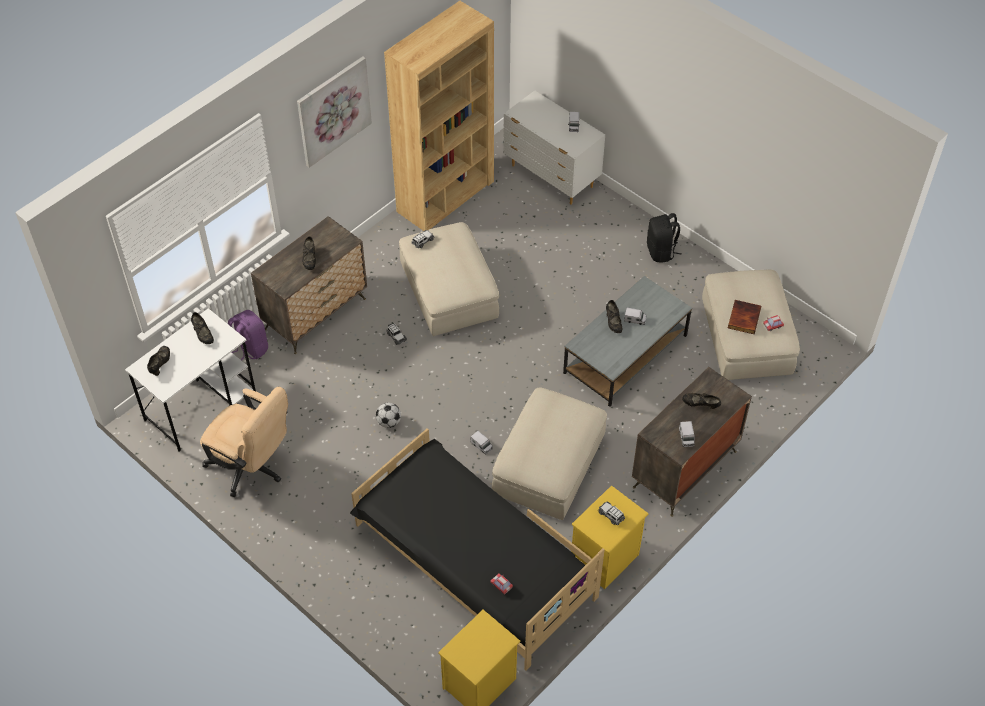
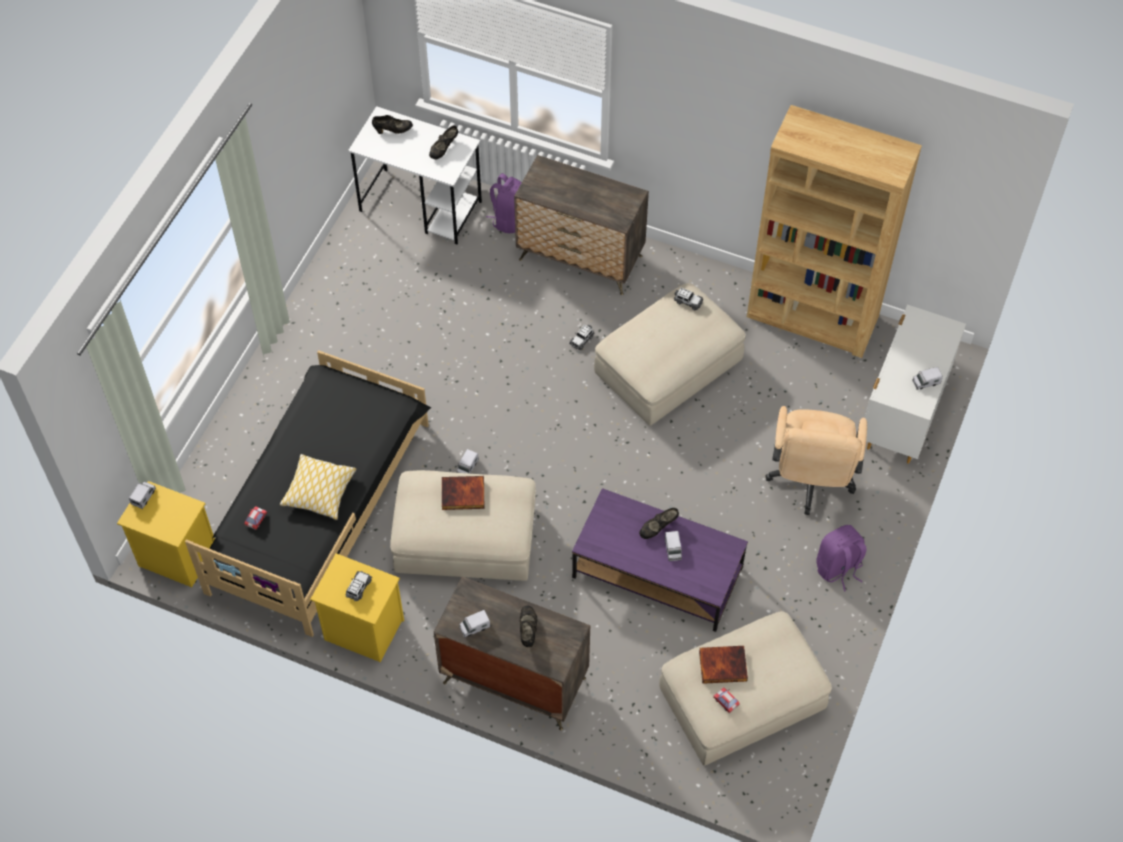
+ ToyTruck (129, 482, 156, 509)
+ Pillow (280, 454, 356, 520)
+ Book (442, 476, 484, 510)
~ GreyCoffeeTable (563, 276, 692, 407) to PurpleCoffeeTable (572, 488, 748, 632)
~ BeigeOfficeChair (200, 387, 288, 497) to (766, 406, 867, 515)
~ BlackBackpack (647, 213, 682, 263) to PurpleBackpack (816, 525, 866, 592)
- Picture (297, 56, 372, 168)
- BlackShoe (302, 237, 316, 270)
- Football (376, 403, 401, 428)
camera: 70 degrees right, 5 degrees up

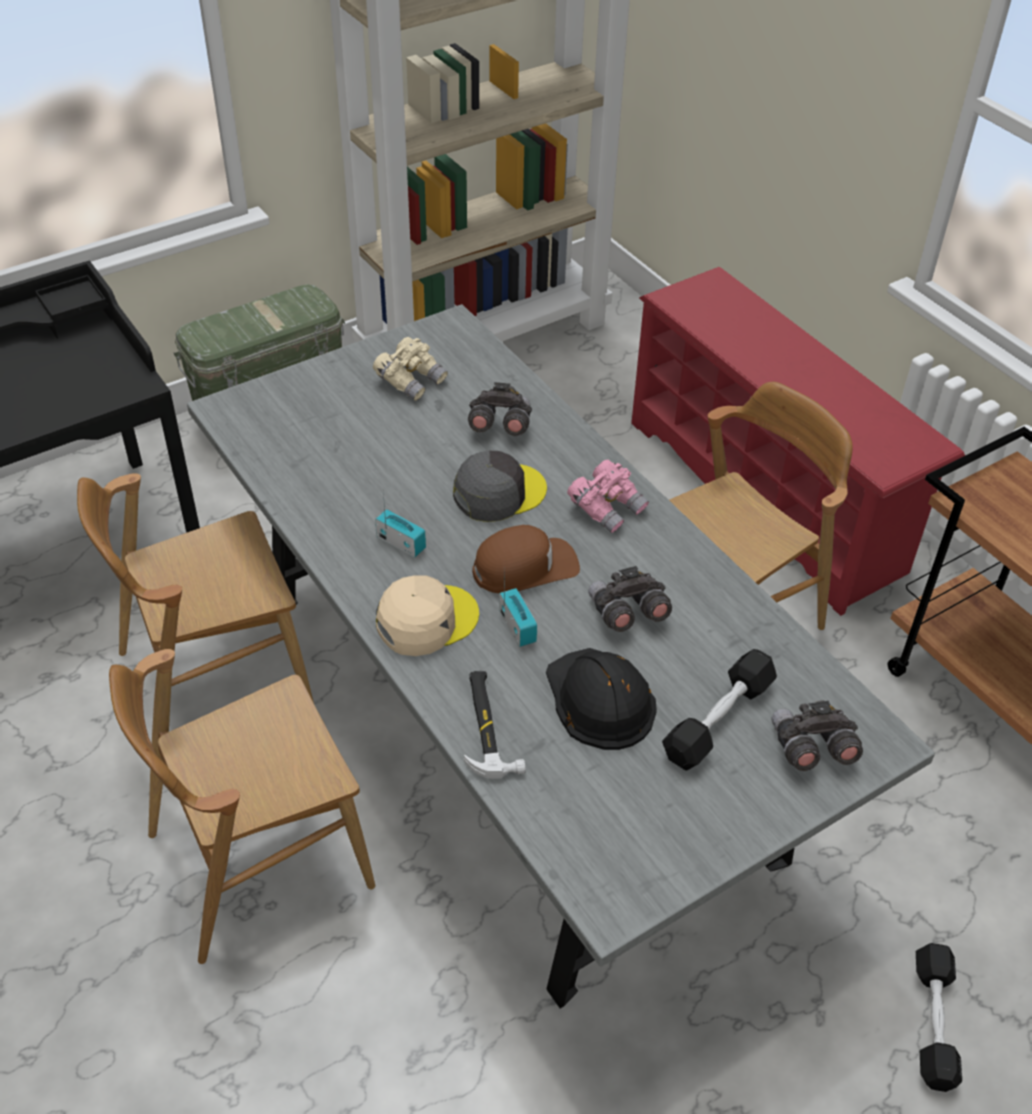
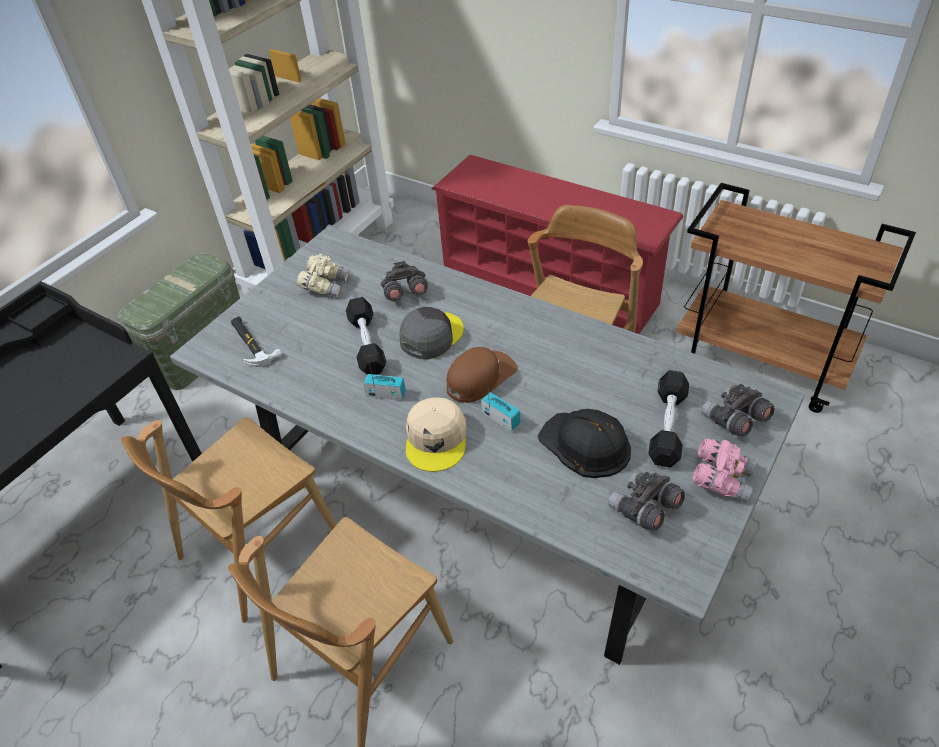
~ Hammer (464, 671, 526, 779) to (231, 316, 283, 367)
~ BlackDumbbell (916, 943, 962, 1092) to (346, 297, 386, 375)
~ BeigeCap (376, 575, 479, 656) = (406, 397, 466, 472) 150 degrees clockwise
~ GreyBinoculars (588, 566, 672, 632) to (608, 472, 685, 531)
~ PinkBinoculars (567, 460, 649, 533) to (692, 438, 756, 502)
camera: 20 degrees left, 0 degrees up

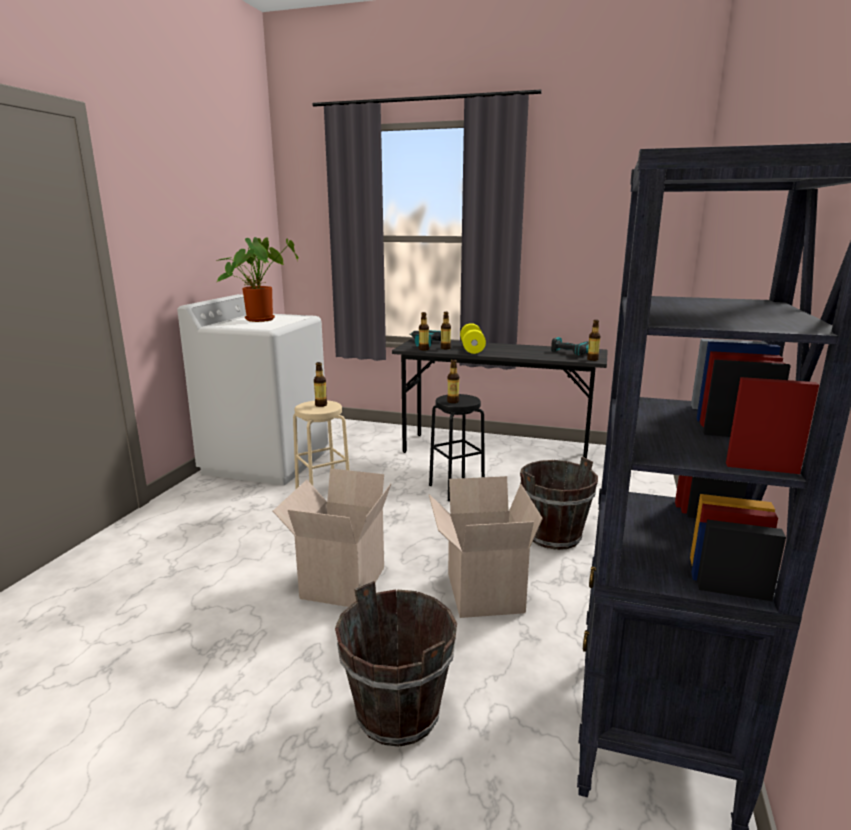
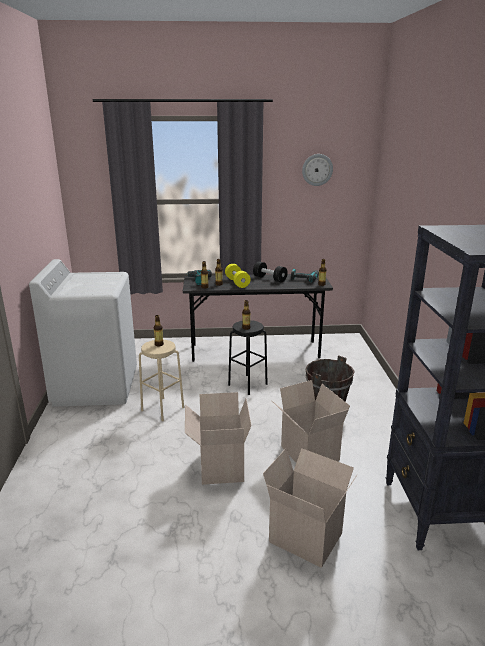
+ BlackDumbbell (253, 261, 287, 283)
~ BrownBucket (335, 581, 457, 747) to CardboardBox (263, 448, 357, 568)
+ WallClock (302, 154, 333, 186)
- PottedPlant (216, 237, 298, 322)
camera: 20 degrees left, 5 degrees up

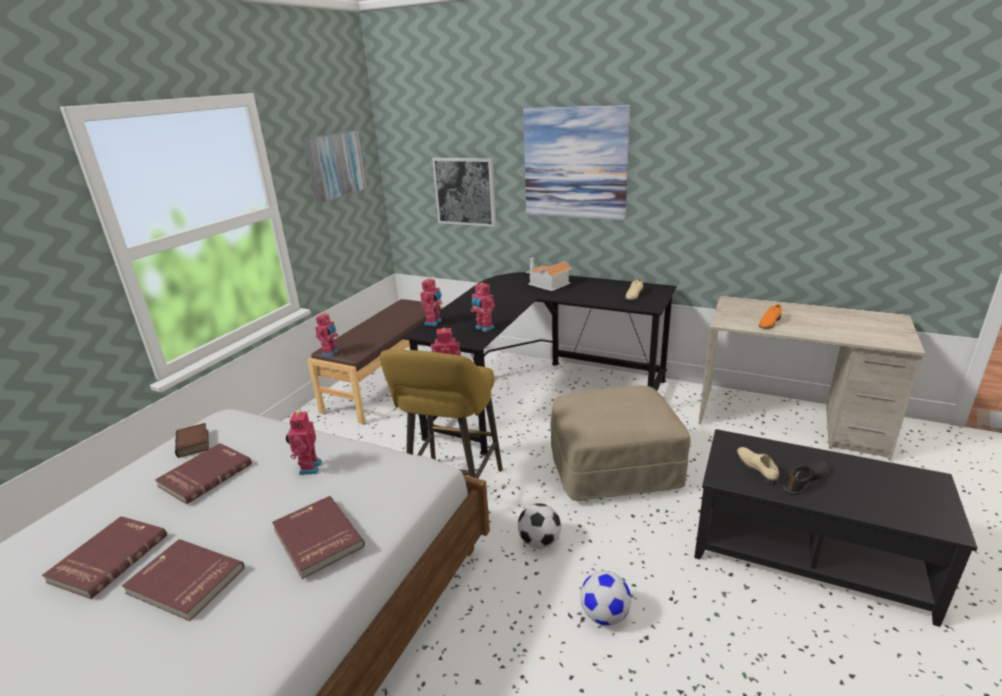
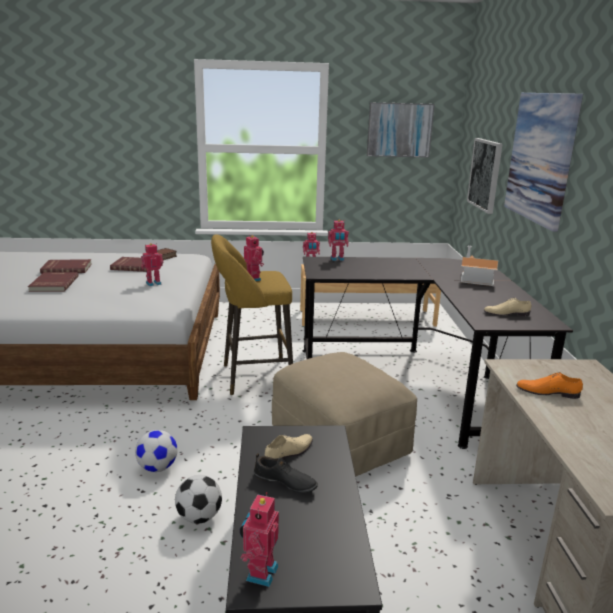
~ Football (518, 503, 561, 549) to (175, 475, 222, 524)
~ ToyRobot (471, 282, 495, 332) to (239, 492, 279, 587)
- RedBook (272, 496, 365, 579)
camera: 60 degrees right, 5 degrees down

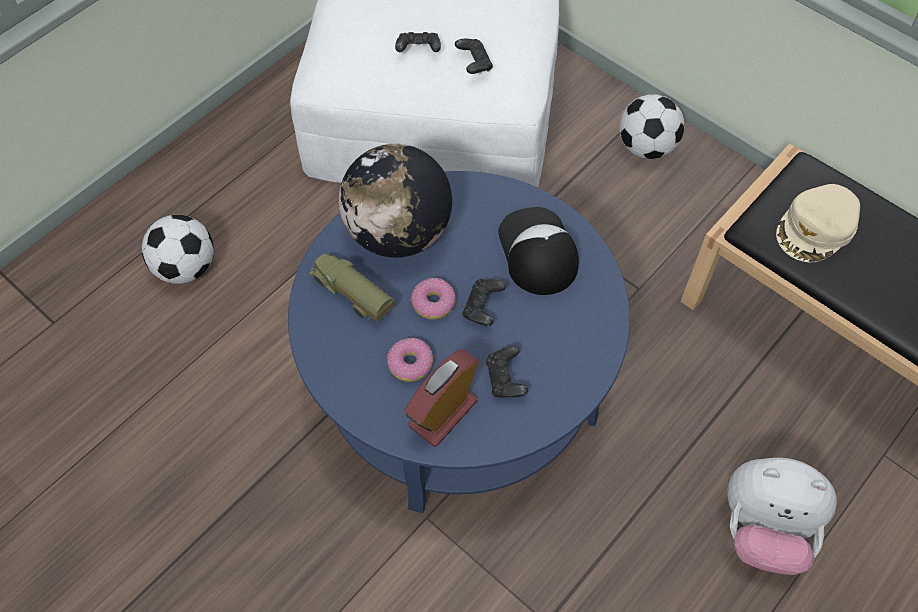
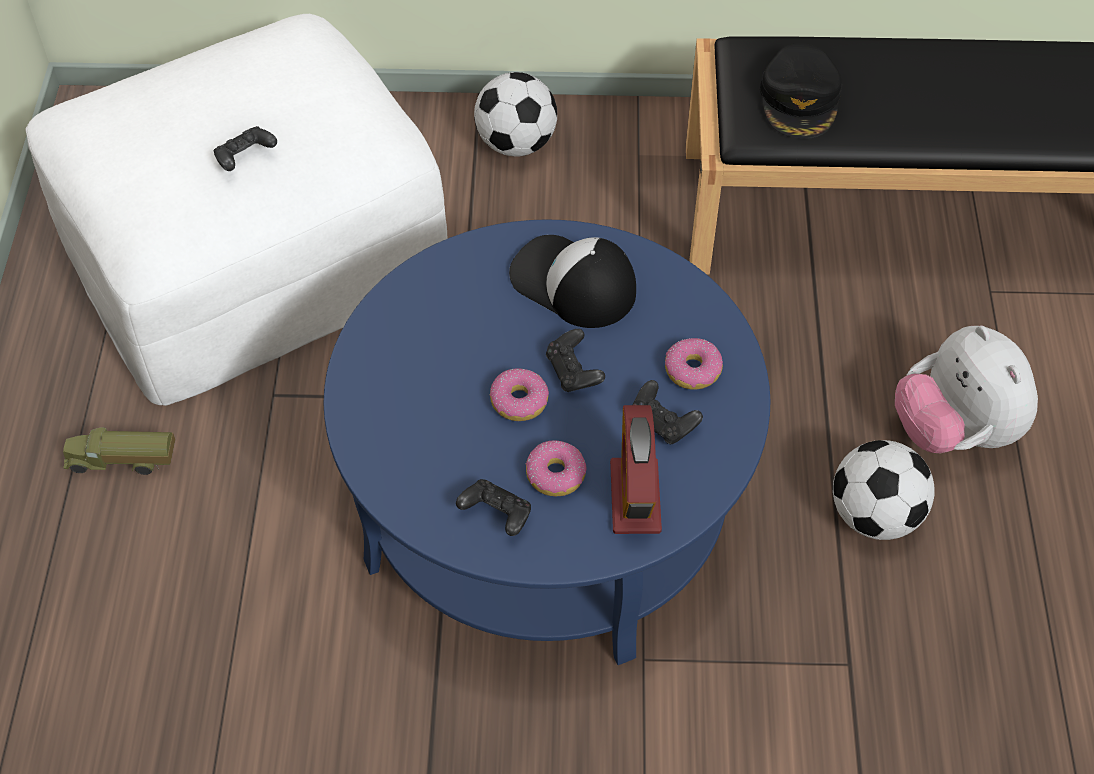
~ ToyTruck (309, 254, 395, 322) to (63, 427, 175, 475)
~ BlackGameController (455, 39, 493, 74) to (456, 479, 531, 536)
+ Donut (665, 338, 723, 390)
~ BeigeCap (776, 184, 860, 262) to BlackCap (760, 43, 842, 139)
~ Football (142, 215, 214, 284) to (833, 440, 935, 540)
~ PlushToy (727, 458, 837, 575) = (895, 325, 1038, 453) 90 degrees clockwise
- Globe (339, 144, 452, 258)
camera: 40 degrees left, 5 degrees down

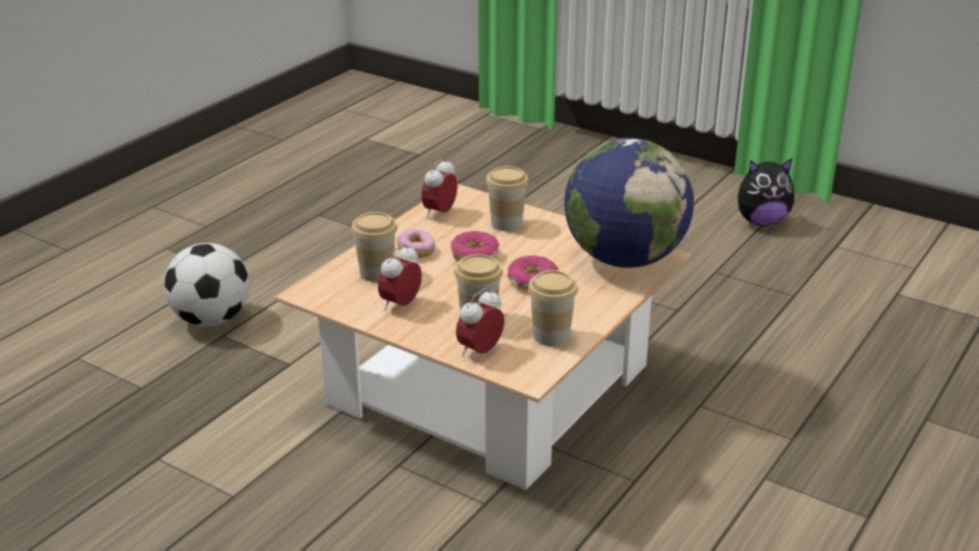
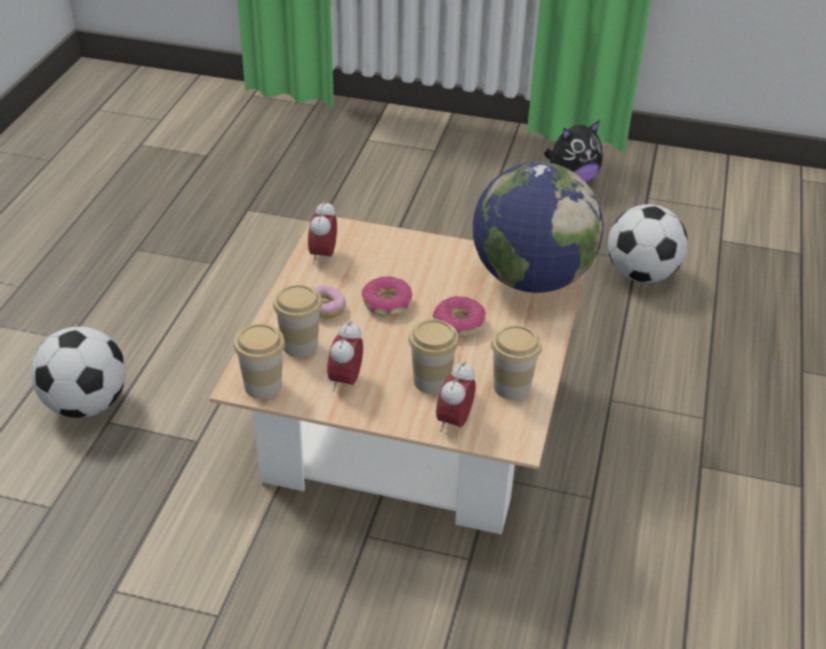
~ Cup (486, 166, 528, 231) to (234, 323, 285, 399)
+ Football (608, 204, 688, 283)
camera: 20 degrees left, 10 degrees up

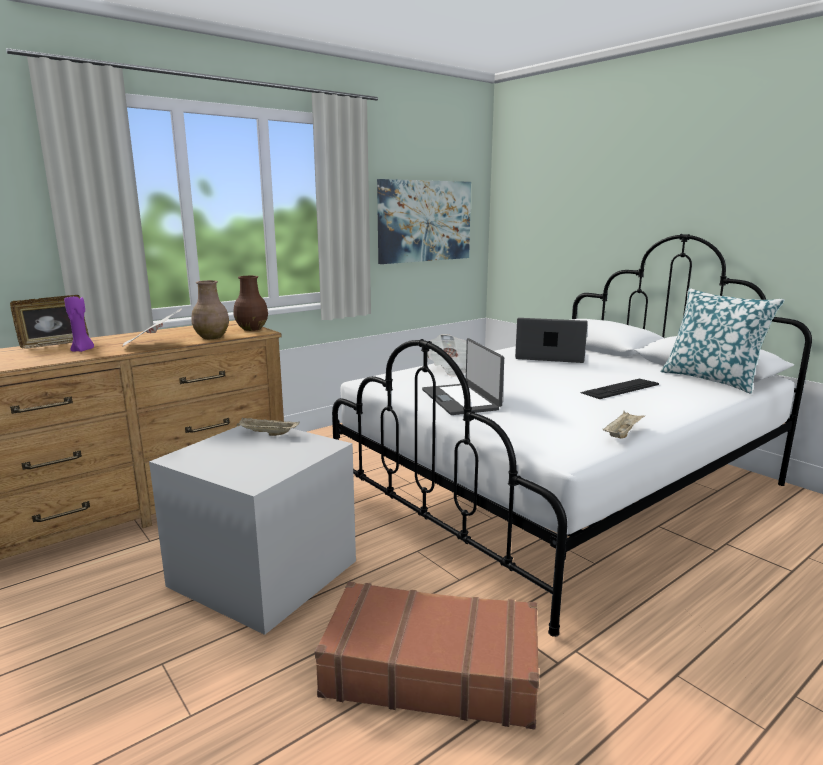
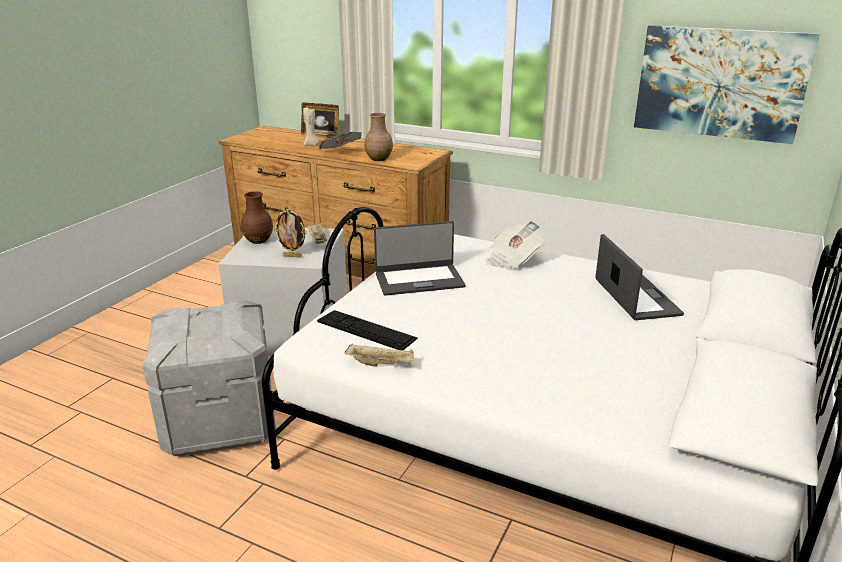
~ BrownSuitcase (315, 582, 539, 730) to GreyStorageBox (142, 300, 276, 457)
~ BrownVase (234, 276, 268, 331) to (241, 191, 273, 244)
+ PictureFrame (274, 208, 307, 257)
~ PurpleCandle (64, 295, 94, 352) to BeigeCandle (303, 107, 319, 146)
~ Keyboard (581, 379, 659, 399) to (317, 310, 418, 350)
~ Laptop (422, 338, 504, 415) = (374, 221, 465, 296) 150 degrees counterclockwise
- Pillow (660, 288, 784, 394)
camera: 65 degrees right, 10 degrees up

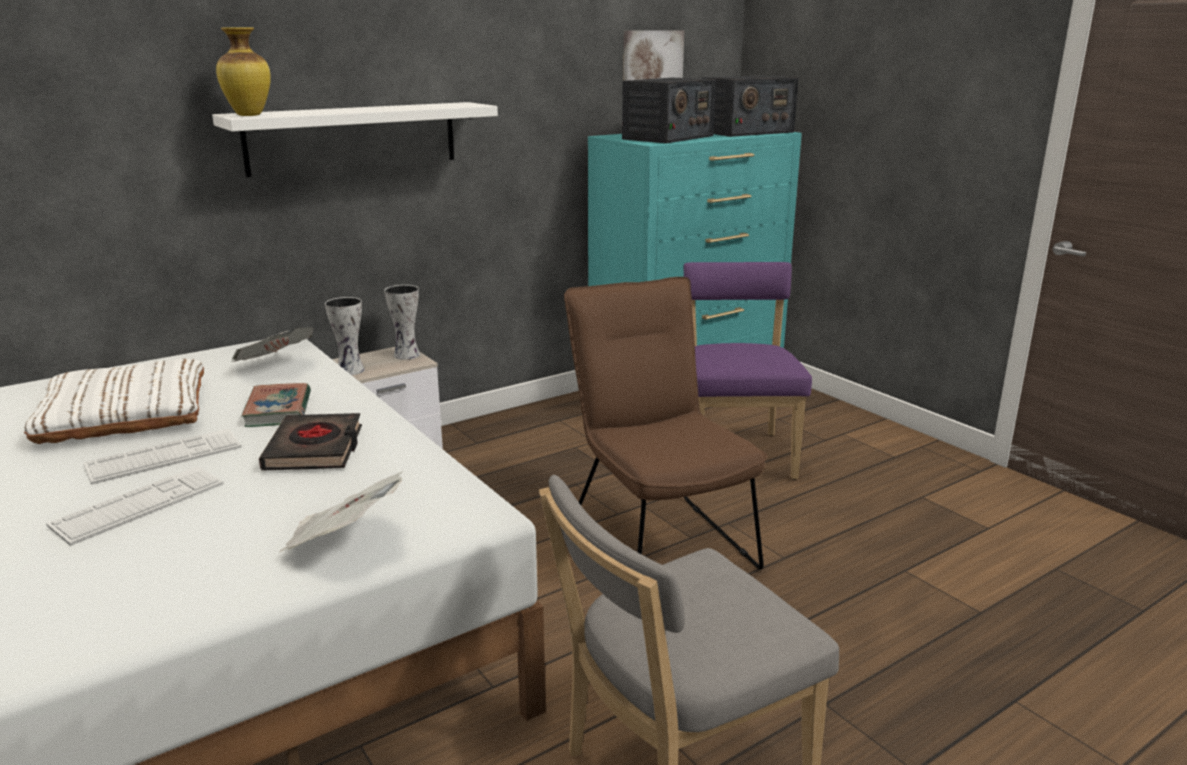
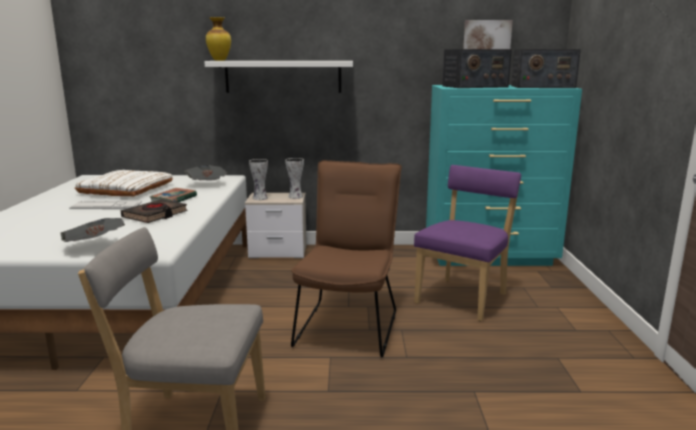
- Keyboard (46, 466, 223, 546)
camera: 35 degrees right, 5 degrees down

